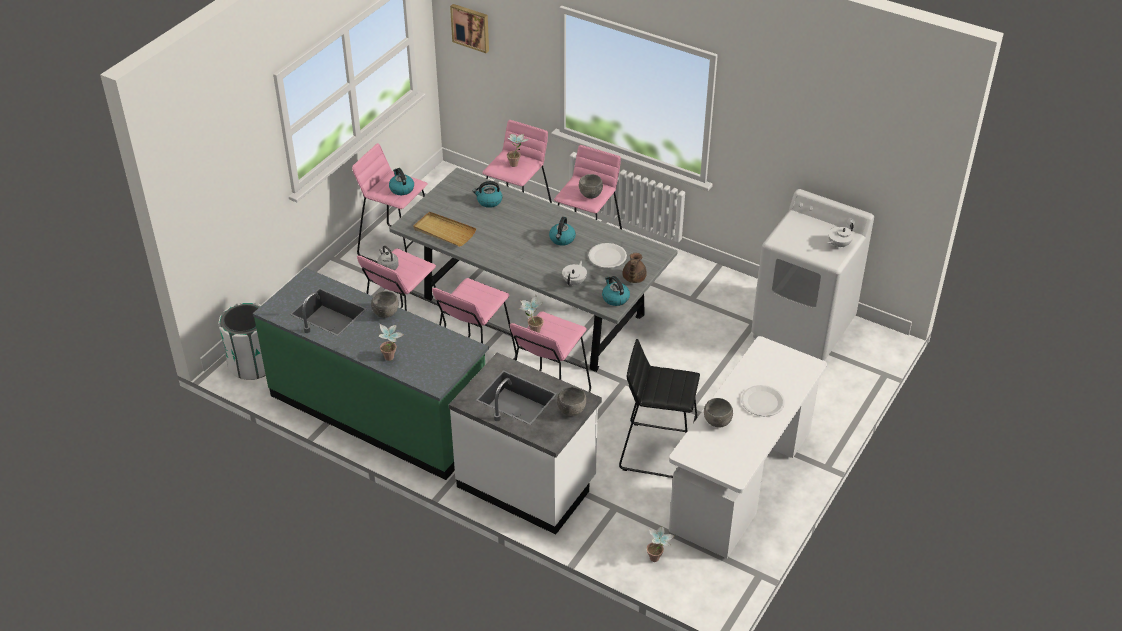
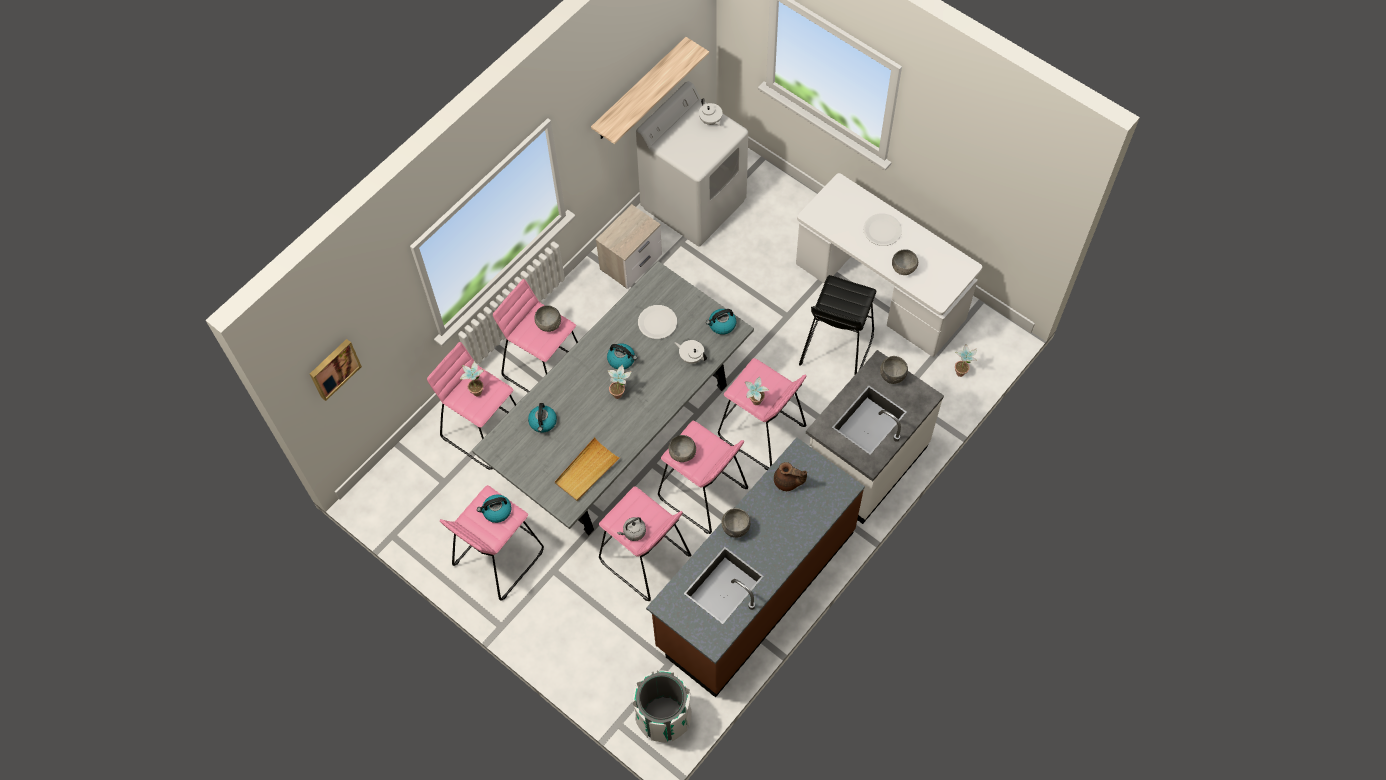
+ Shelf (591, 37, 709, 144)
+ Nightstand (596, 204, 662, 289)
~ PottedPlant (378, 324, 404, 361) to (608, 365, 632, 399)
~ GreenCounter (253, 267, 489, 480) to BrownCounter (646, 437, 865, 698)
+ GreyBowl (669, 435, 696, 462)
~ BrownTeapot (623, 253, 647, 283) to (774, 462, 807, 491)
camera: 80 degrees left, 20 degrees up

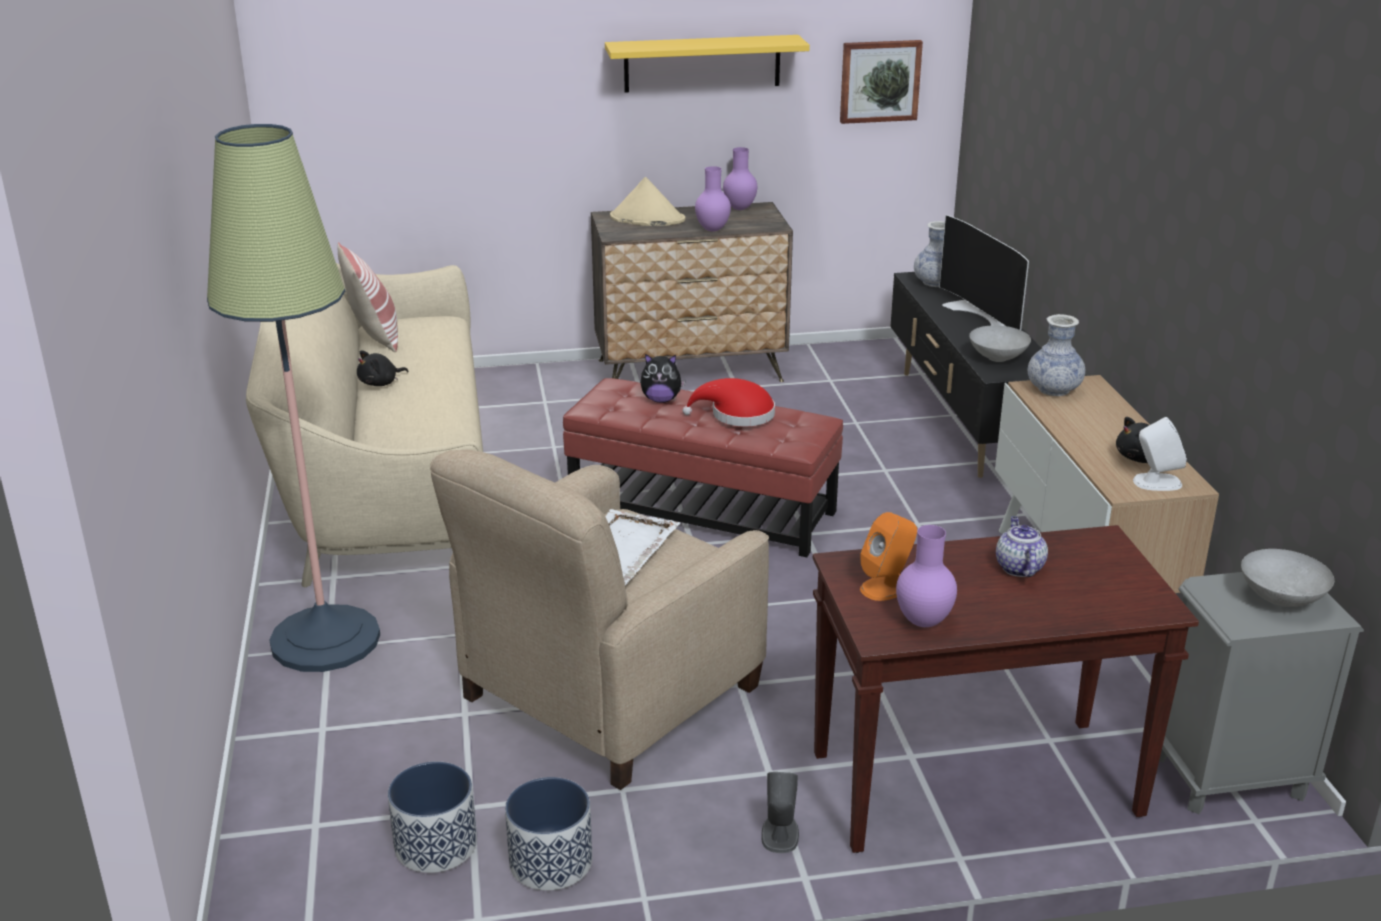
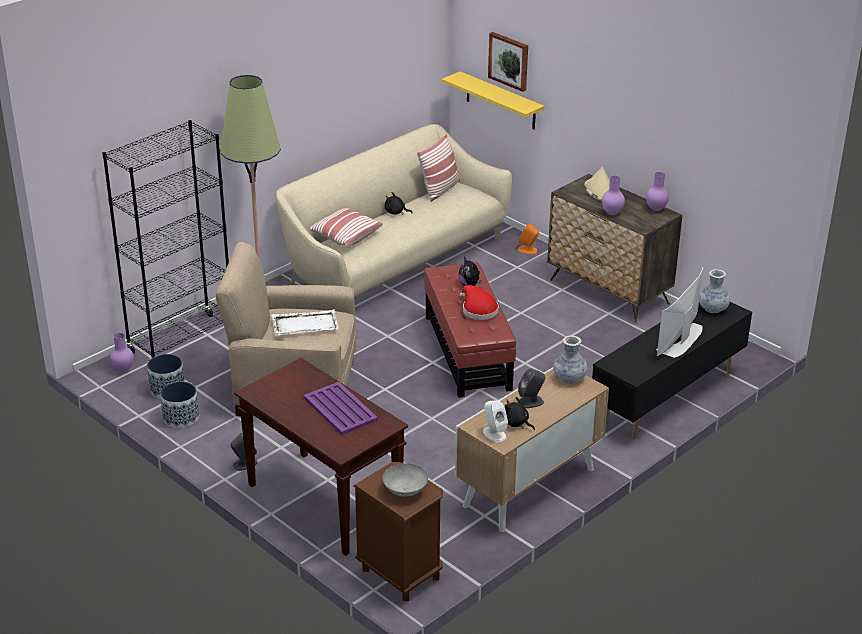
+ BlackBookcase (102, 120, 229, 360)
~ PurpleVase (896, 525, 957, 627) to (110, 333, 134, 372)
~ Teapot (996, 516, 1048, 577) to PurpleTray (304, 382, 378, 435)
+ Pillow (309, 208, 383, 247)
~ GreyNightstand (1159, 572, 1364, 814) to BrownNightstand (353, 462, 443, 601)
~ YellowShelf (605, 35, 810, 93) to (442, 71, 544, 130)
~ Picture (840, 40, 923, 124) to (488, 32, 528, 92)
~ OrangeSpeaker (860, 512, 917, 601) to (518, 223, 539, 255)
+ GreySpeaker (518, 368, 546, 408)
- GreyBowl (969, 325, 1031, 362)
camera: 55 degrees right, 5 degrees up

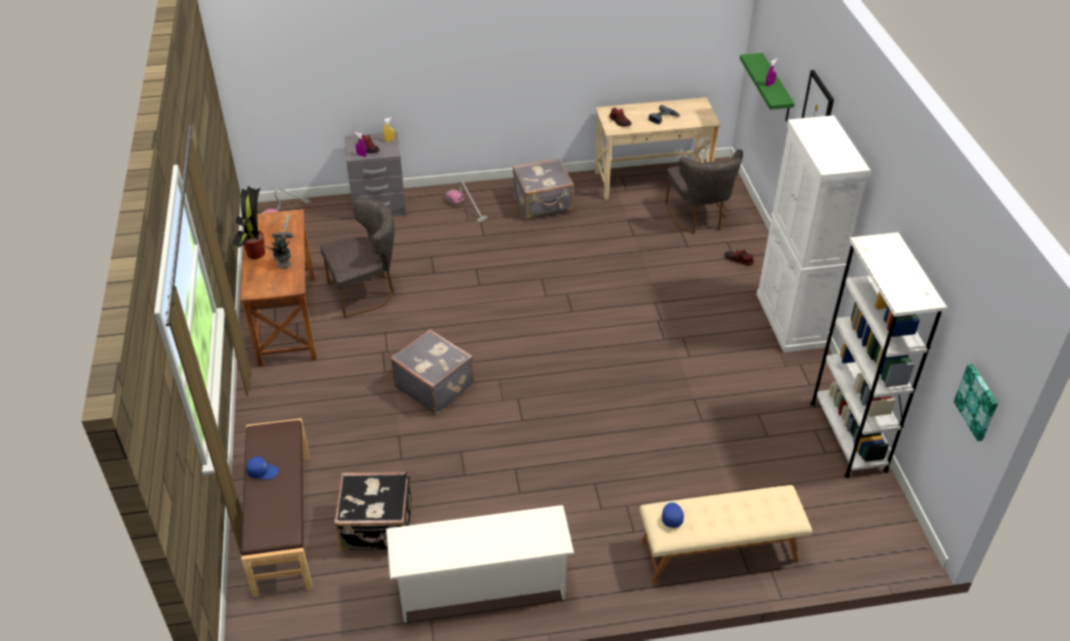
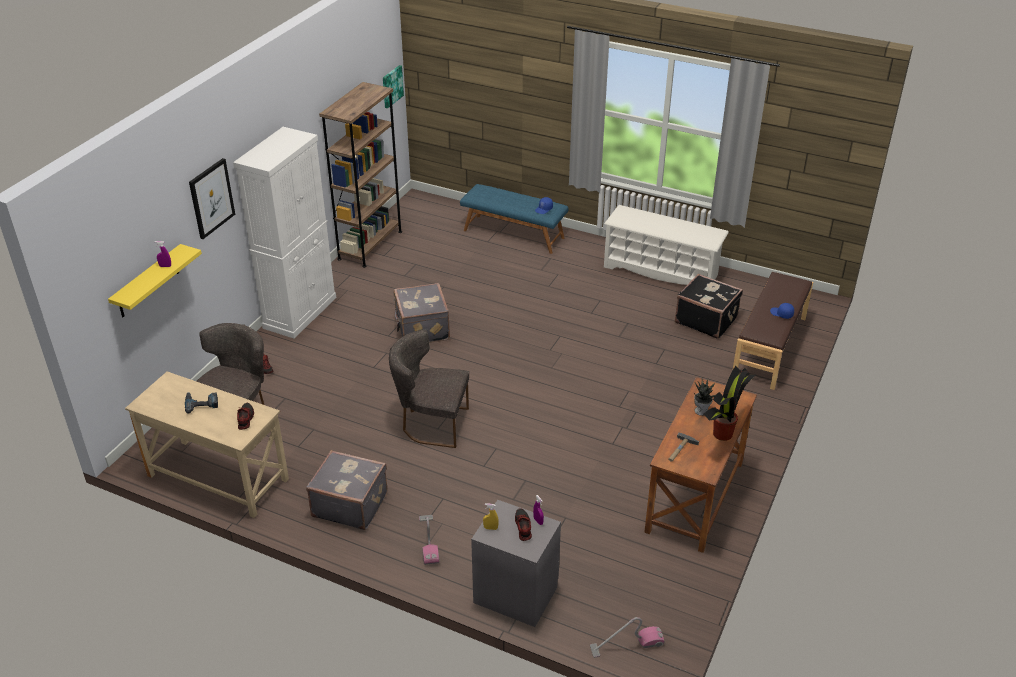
~ GreenShelf (740, 53, 795, 122) to YellowShelf (108, 244, 202, 317)
~ WhiteBookcase (810, 232, 947, 478) to BrownBookcase (319, 82, 402, 268)
~ GreyChair (320, 198, 395, 318) to (389, 330, 469, 448)
~ GreySuitcase (391, 329, 474, 414) to (393, 283, 450, 343)
~ BeigeBench (640, 485, 812, 583) to BlueBench (460, 184, 569, 254)
camera: 145 degrees left, 5 degrees down

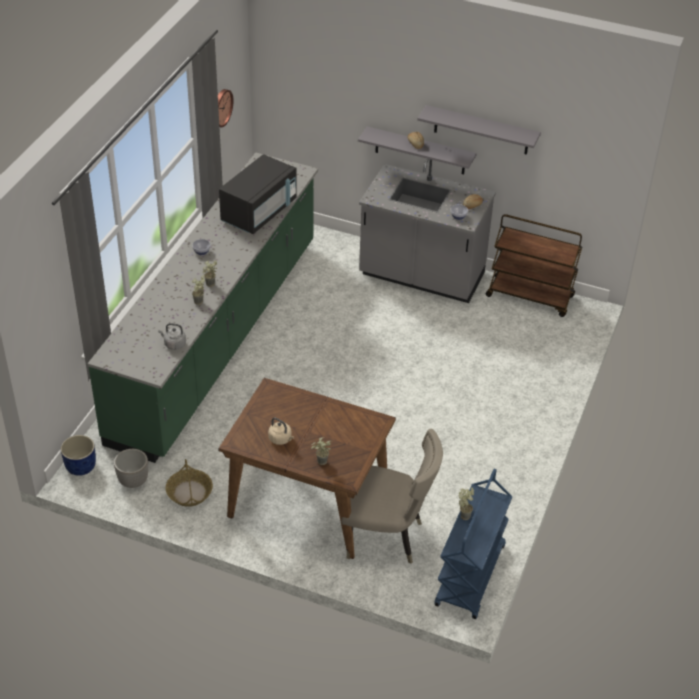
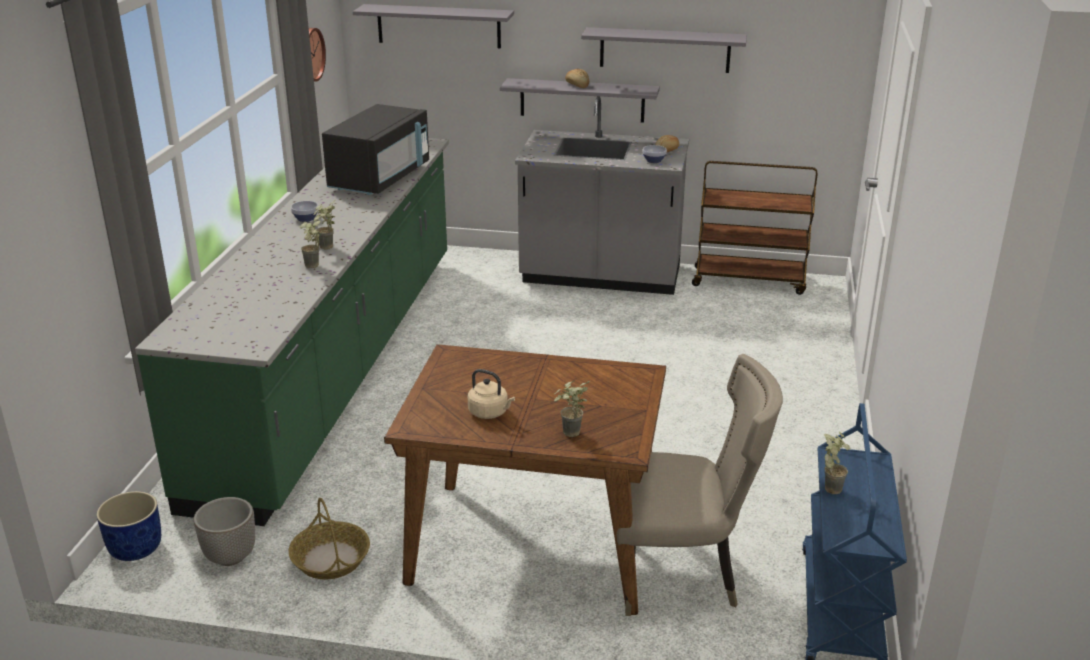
+ GreyShelf (353, 4, 514, 48)
- GreyKettle (158, 323, 186, 350)
camera: 10 degrees left, 15 degrees down

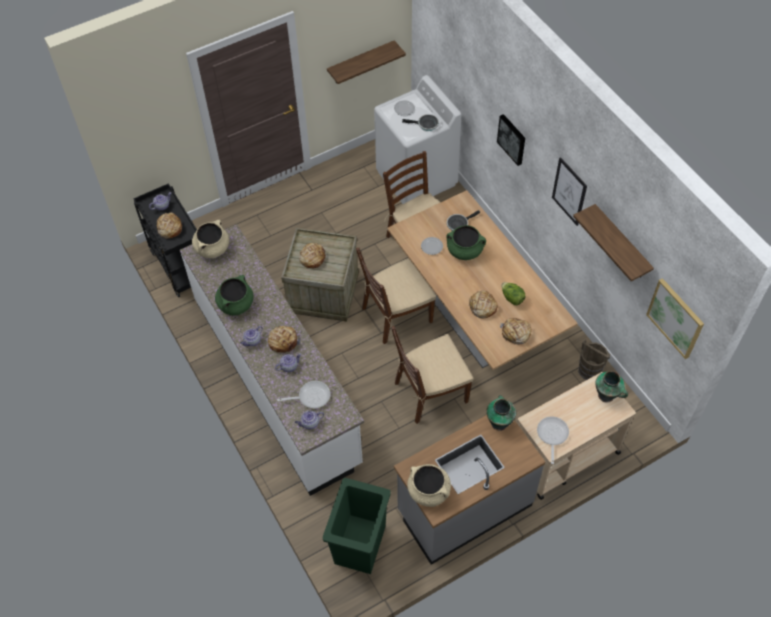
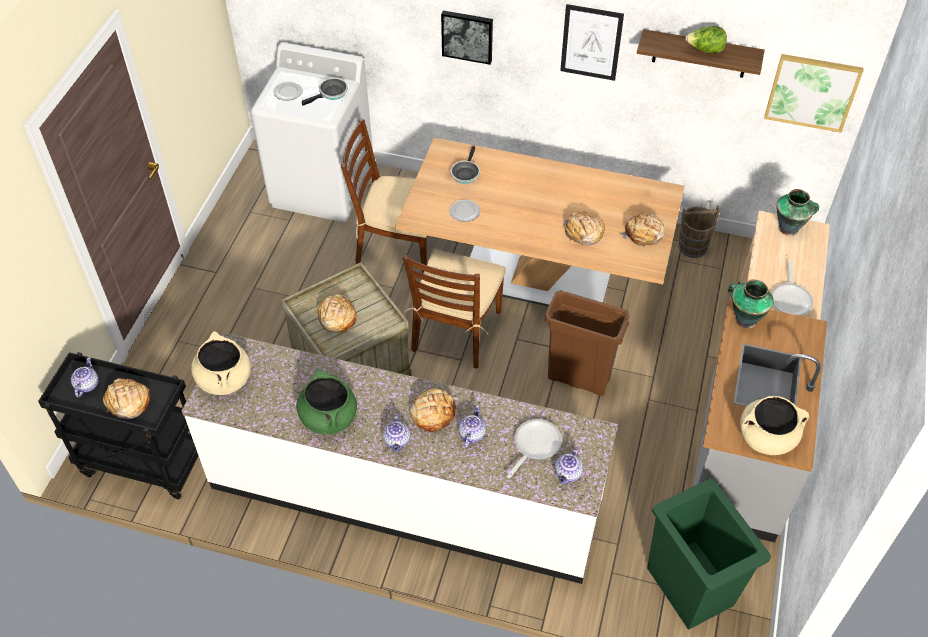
~ BrownChair (391, 326, 473, 424) to BrownTrashCan (544, 290, 630, 396)
~ Lettuce (501, 282, 525, 305) to (685, 26, 727, 53)
~ FryingPan (537, 416, 569, 464) = (771, 259, 813, 316) 135 degrees counterclockwise
- Shelf (327, 40, 406, 84)
- GreenCookingPot (446, 225, 486, 260)
camera: 45 degrees left, 5 degrees down

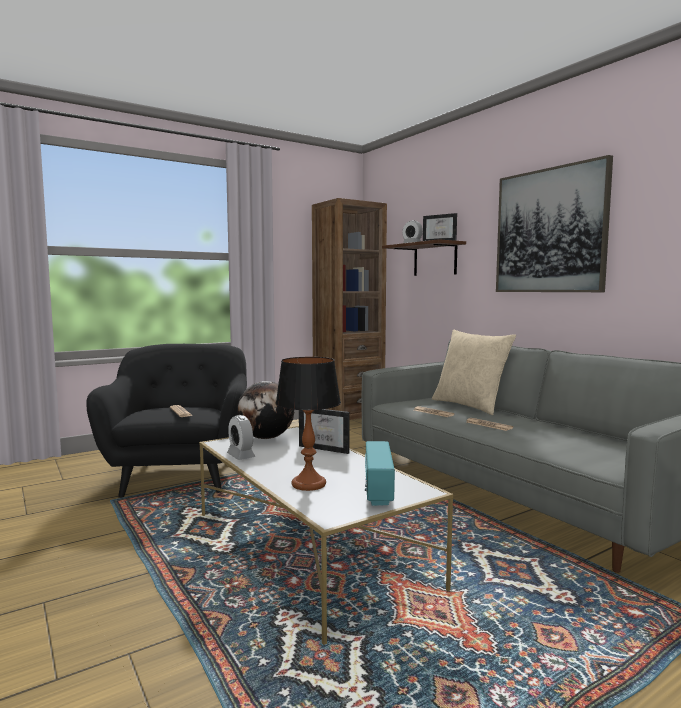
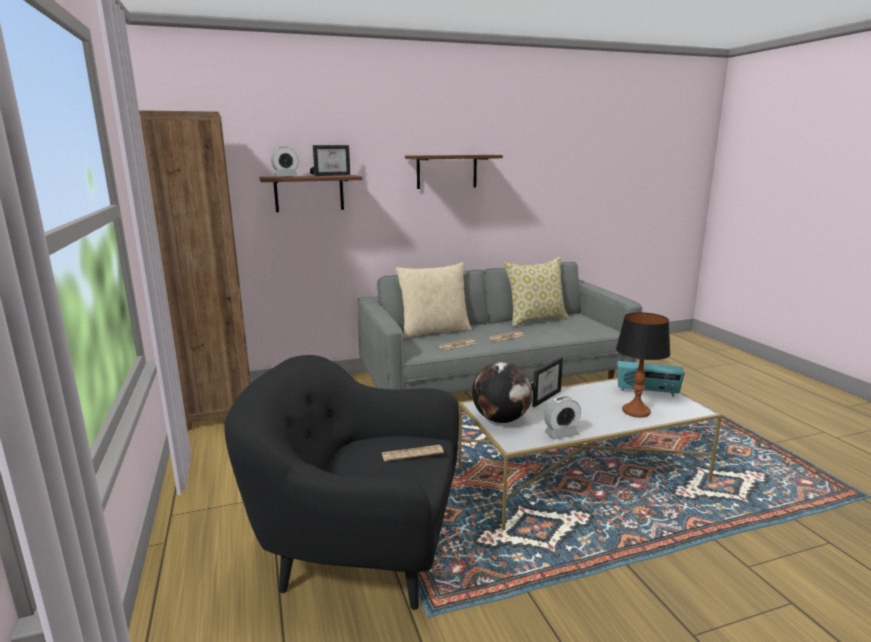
~ Picture (496, 155, 613, 292) to BrownShelf (405, 155, 503, 189)
+ Pillow (504, 257, 569, 327)
camera: 75 degrees left, 10 degrees up

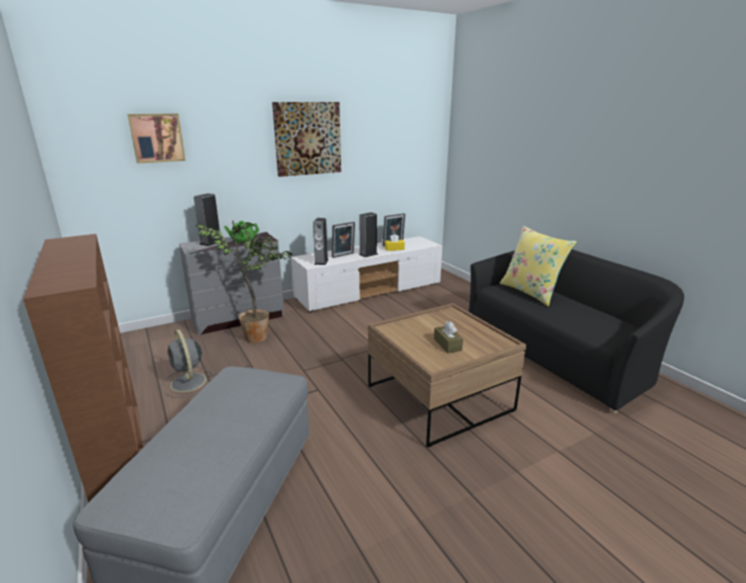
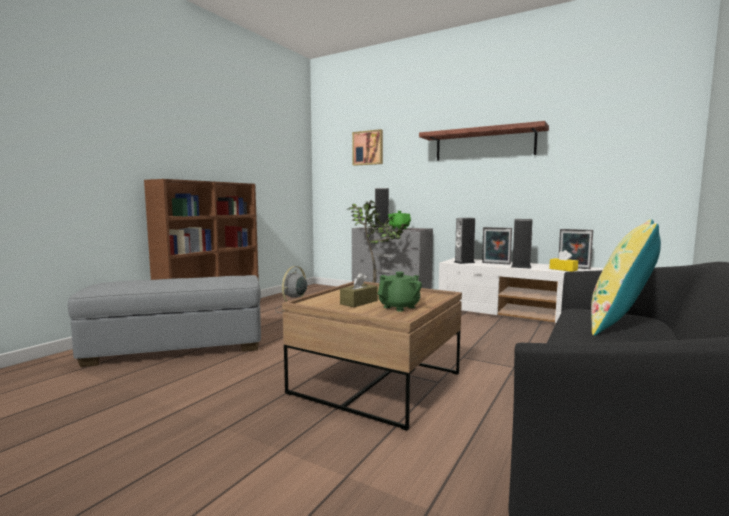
+ GreenTeapot (378, 272, 422, 312)
~ Picture (272, 102, 341, 177) to Shelf (419, 121, 549, 161)
camera: 60 degrees right, 15 degrees down

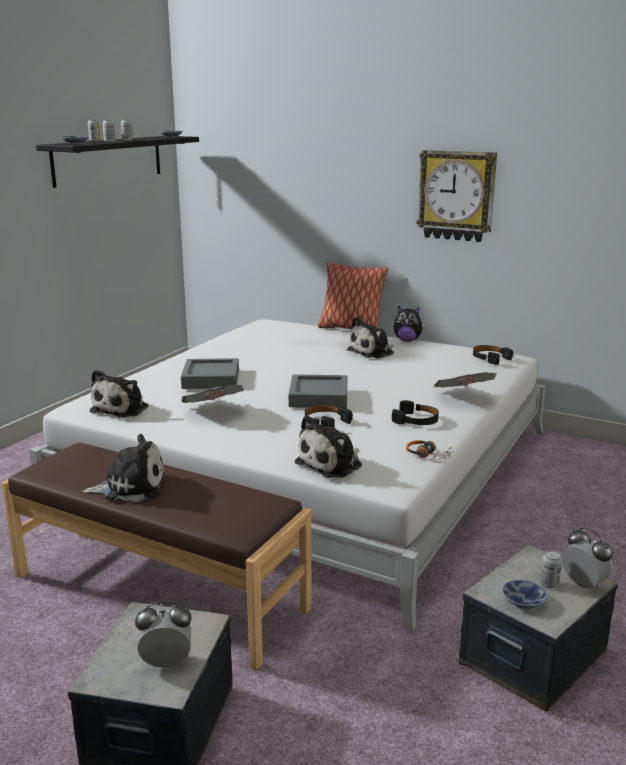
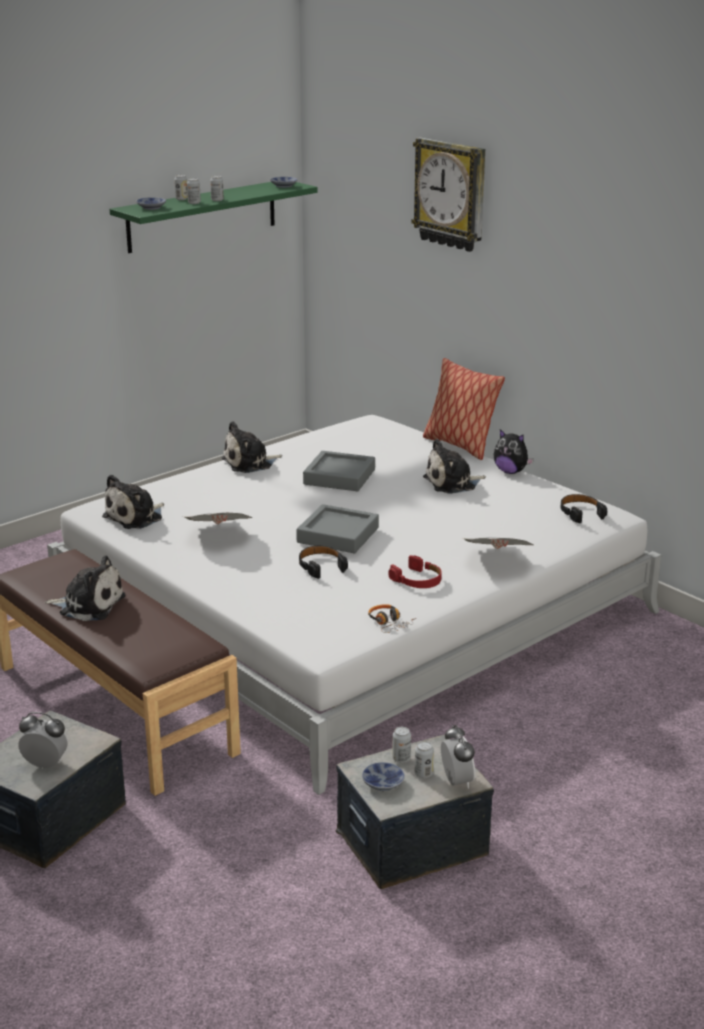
~ BlackShelf (36, 136, 199, 188) to GreenShelf (110, 182, 318, 253)
~ PlushToy (295, 415, 362, 478) to (222, 421, 282, 473)
~ GreyTray (181, 358, 239, 389) to (303, 451, 375, 491)
~ BlackHeadphones (392, 400, 439, 425) to RedHeadphones (388, 555, 442, 588)
+ Can (392, 727, 411, 763)
~ WallClock (416, 150, 497, 242) to (411, 137, 485, 252)
camera: 20 degrees right, 5 degrees up

